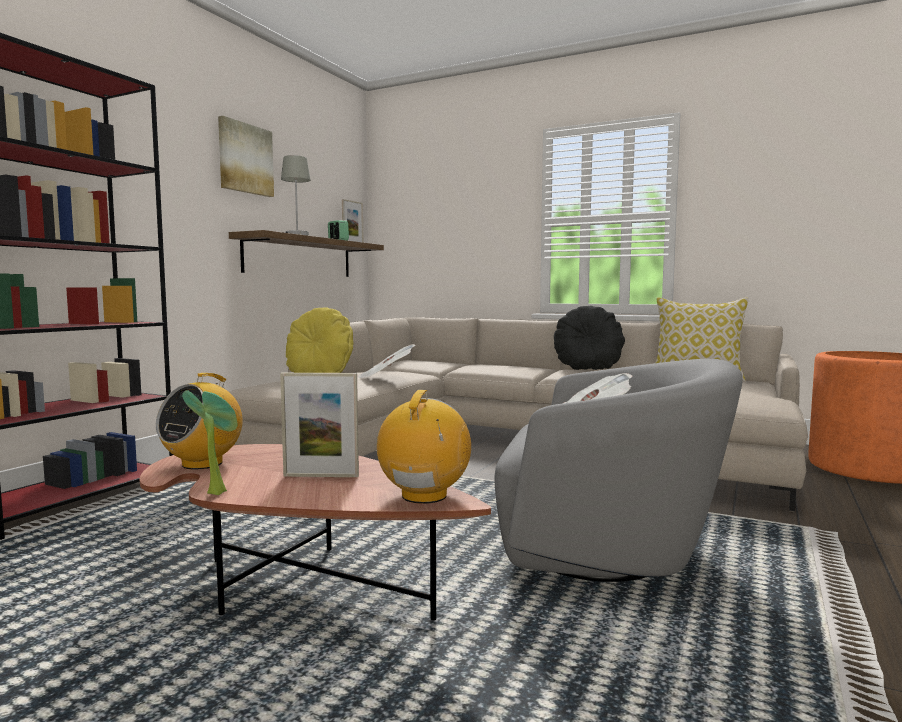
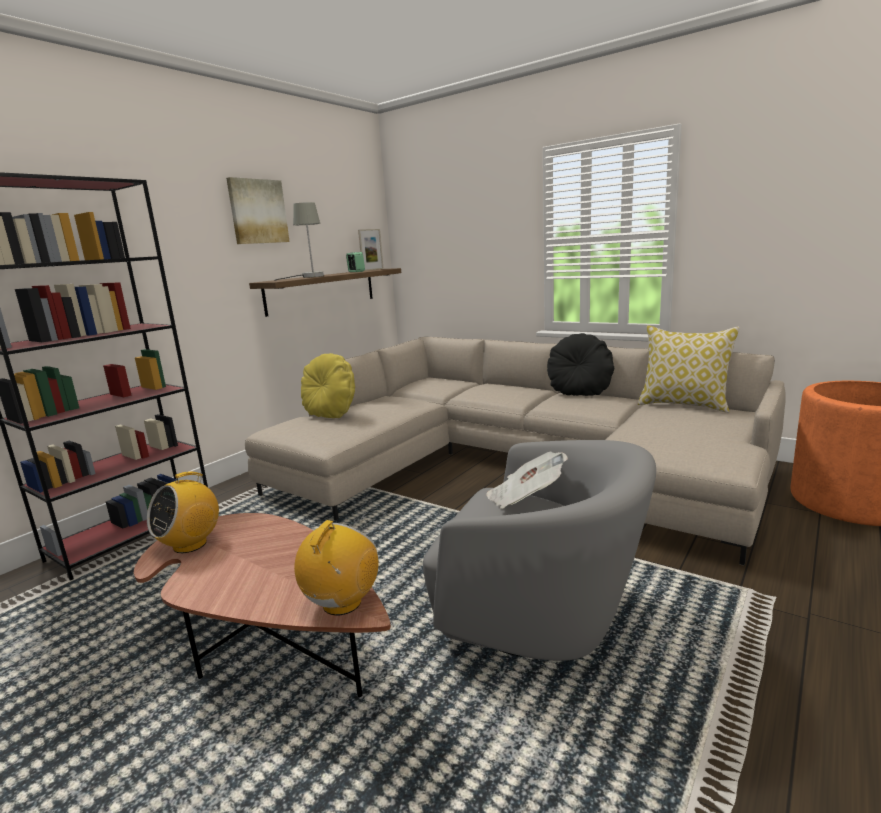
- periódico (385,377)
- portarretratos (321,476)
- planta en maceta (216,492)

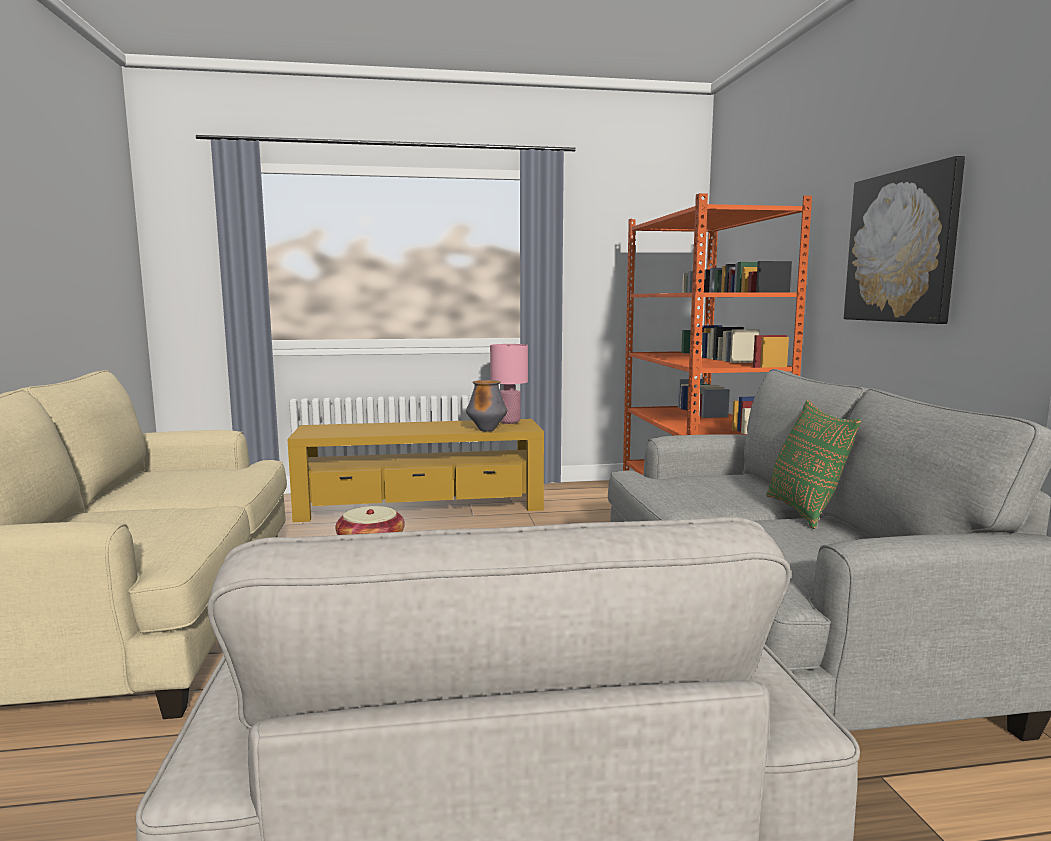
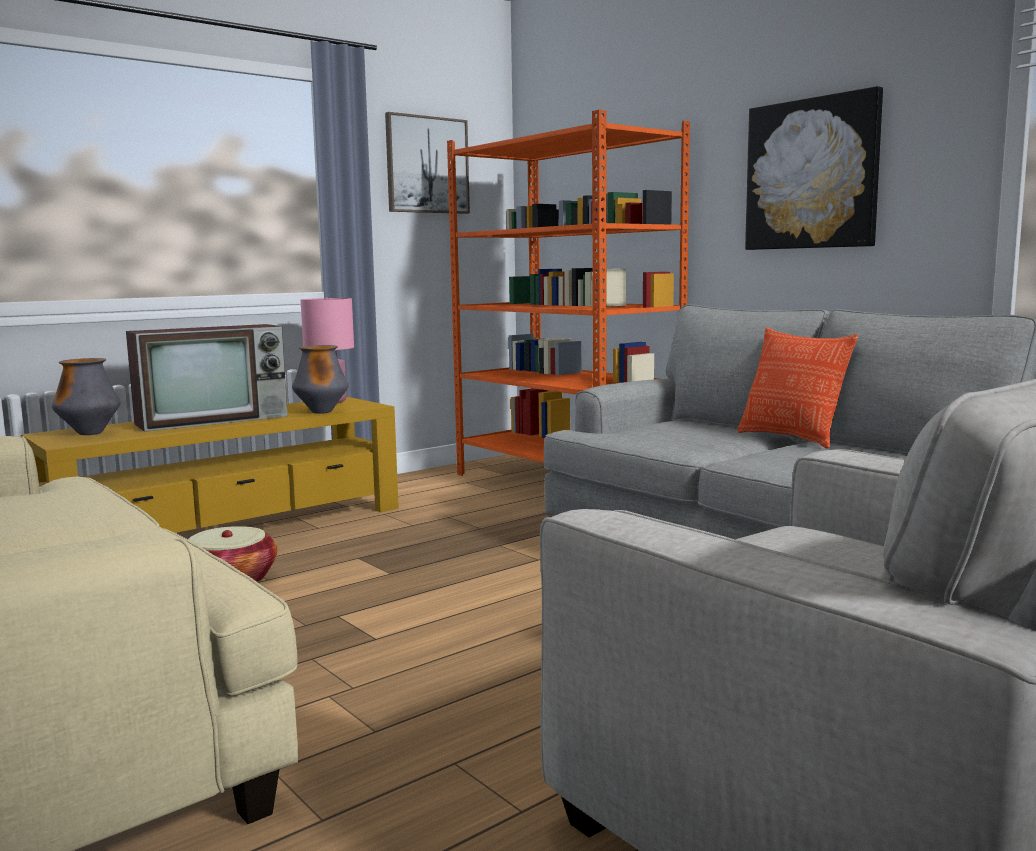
~ cojín/verde (804,512) to cojín/naranja (792,438)
+ cuadro (427,165)
+ televisor (215,420)
+ florero (89,433)

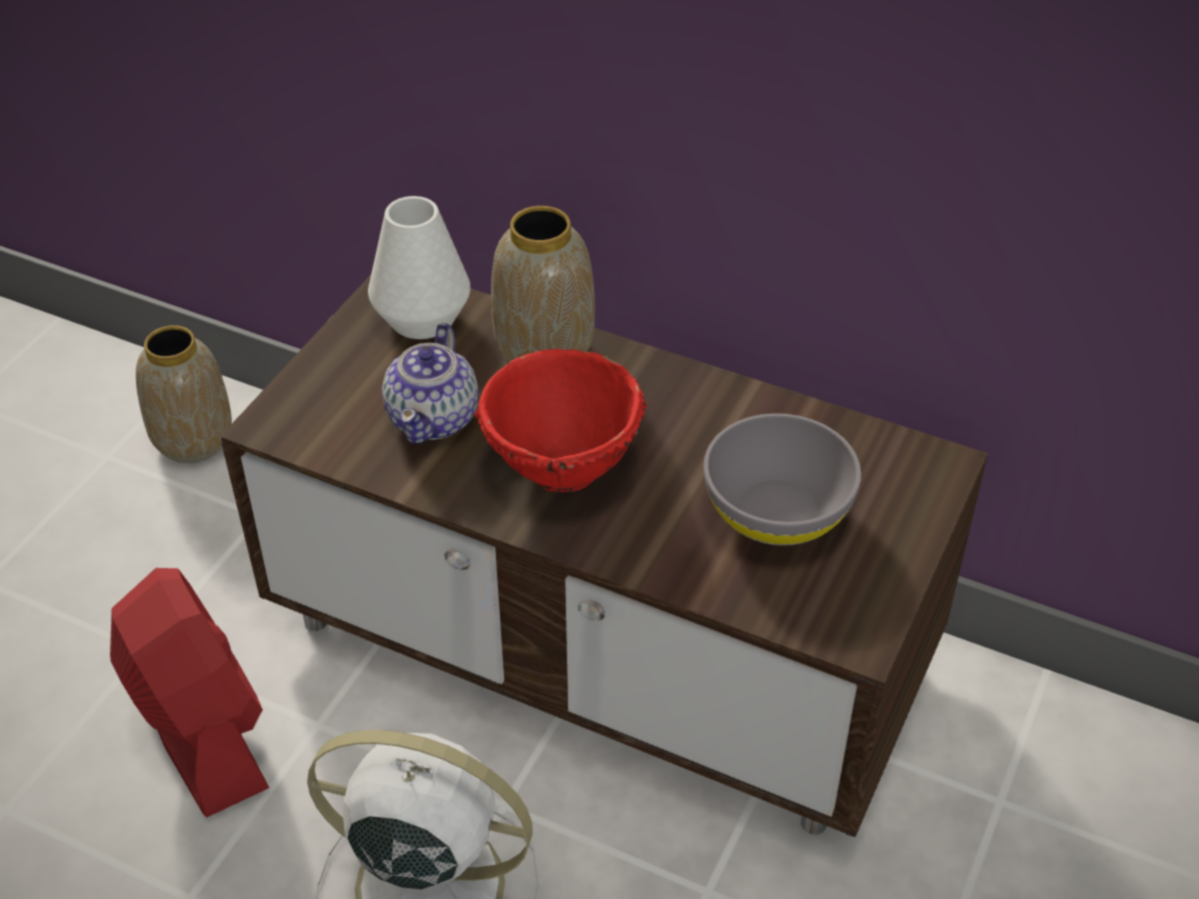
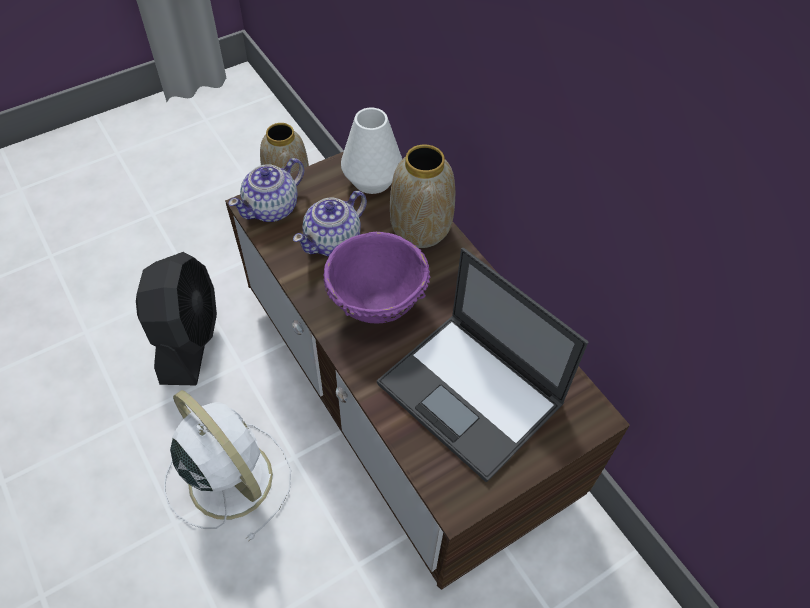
~ cuenco/rojo (561,466) to cuenco/morado (376,304)
~ cuenco/gris (777,511) to portátil (472,395)
~ ventilador/rojo (200,730) to ventilador/negro (188,338)
+ tetera (272,208)

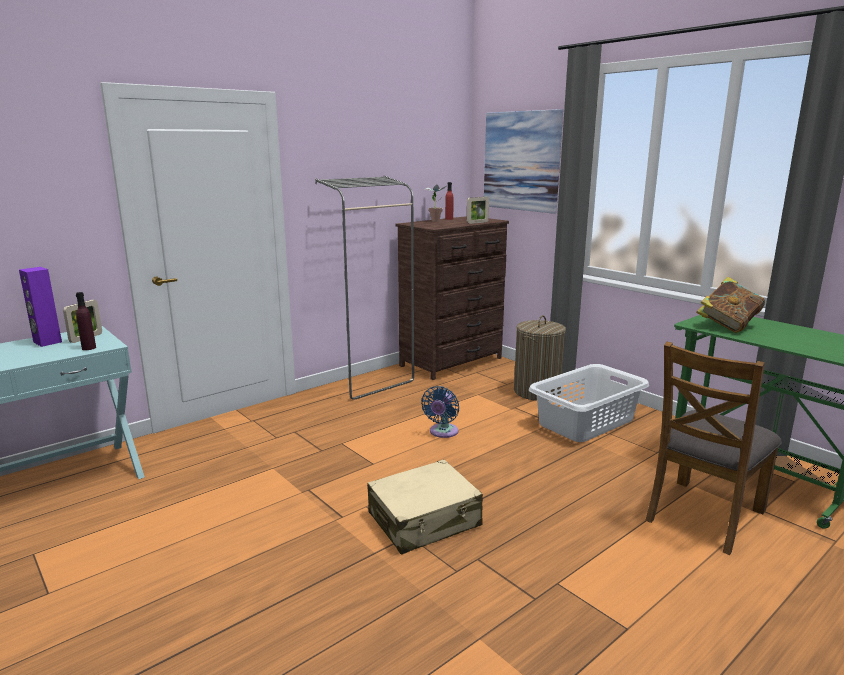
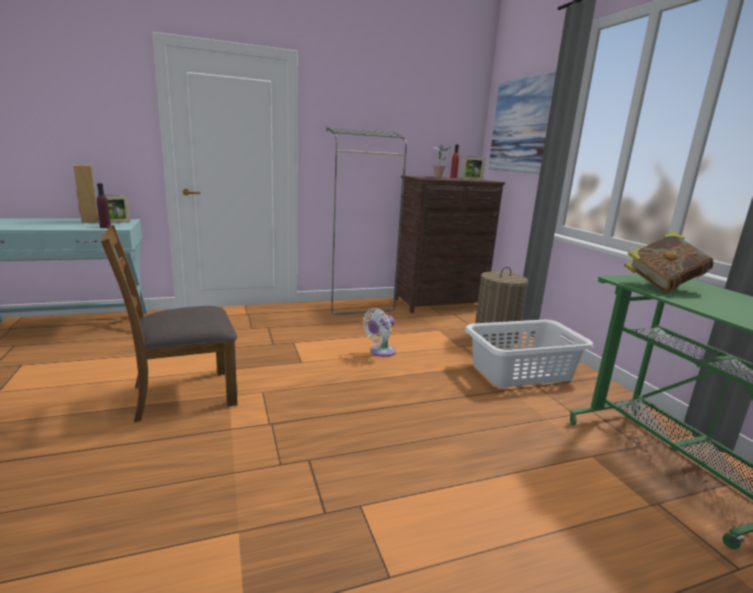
~ altavoz/morado (47,342) to altavoz/marrón (89,221)
~ silla/marrón (703,515) to (183,394)
~ ventilador/azul (442,432) to ventilador/blanco (380,352)
- maleta/beis (424,520)

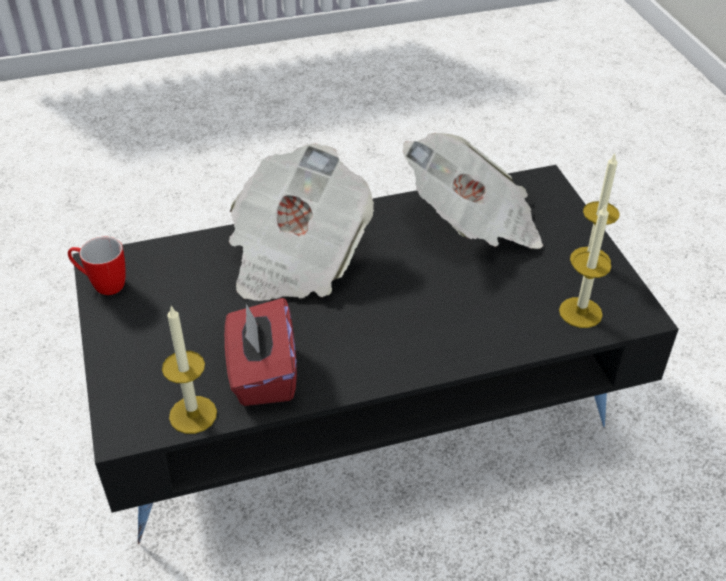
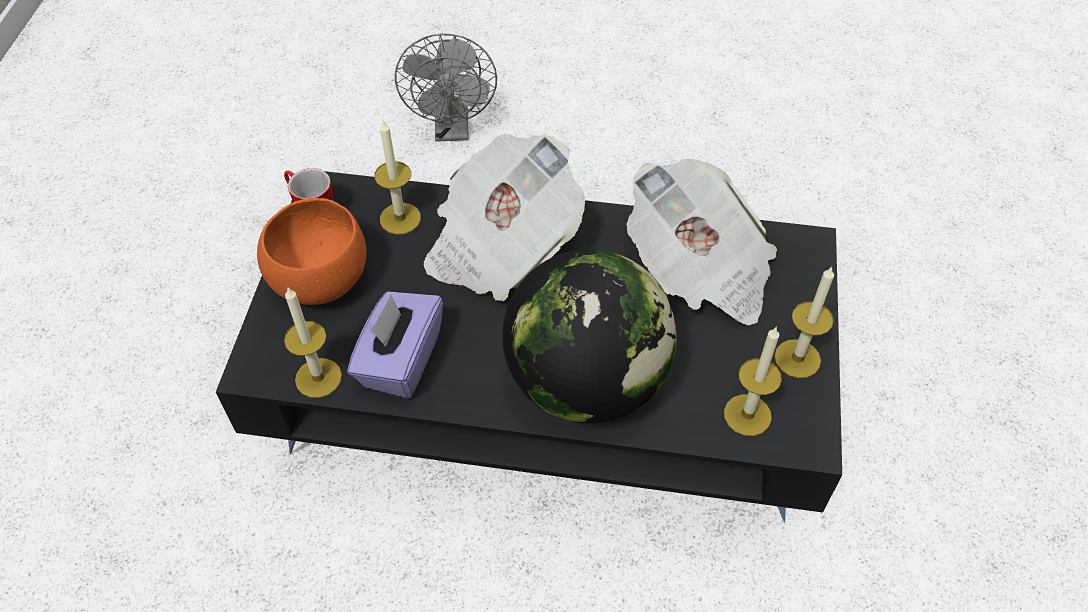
~ caja de pañuelos/rojo (262,374) to caja de pañuelos/morado (400,361)
+ ventilador/gris (453,129)
+ vela (400,218)
+ cuenco/naranja (318,281)
+ globo terráqueo (586,381)

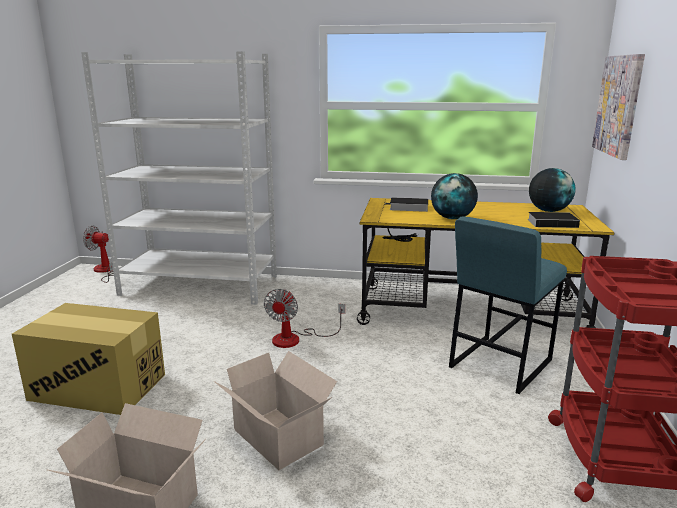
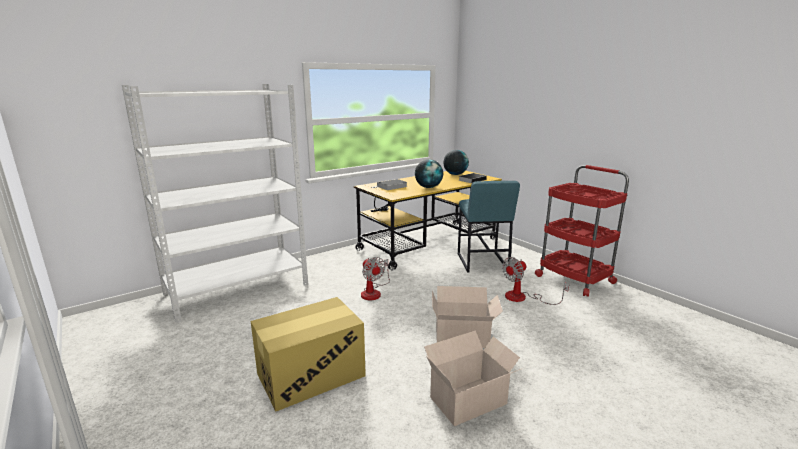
- cuadro (618,105)
~ ventilador (105,271) to (523,298)

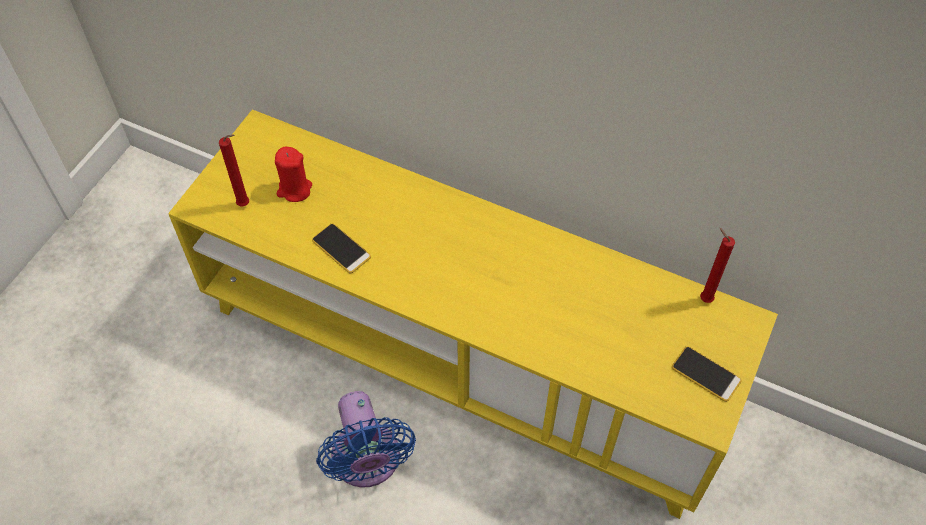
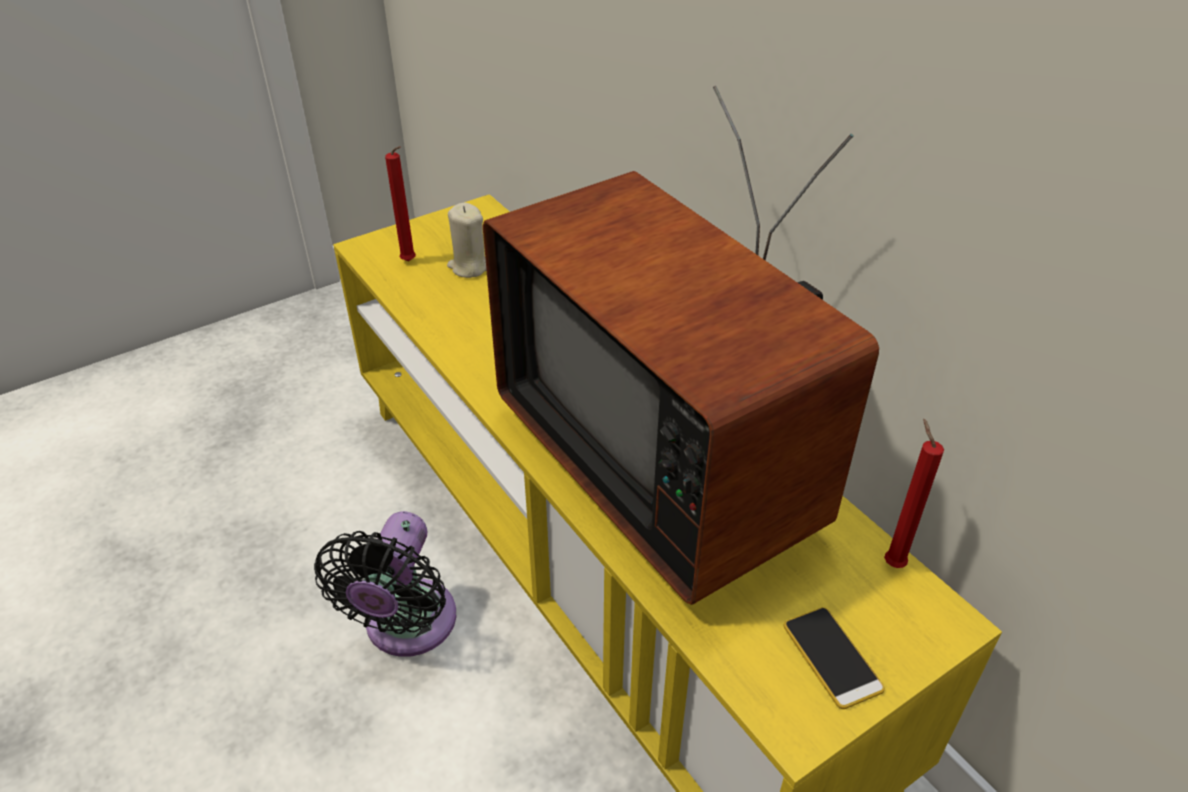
~ vela/rojo (294,189) to vela/beis (469,267)
- móvil (341,248)
~ ventilador/azul (367,462) to ventilador/negro (406,627)
+ televisor (672,457)

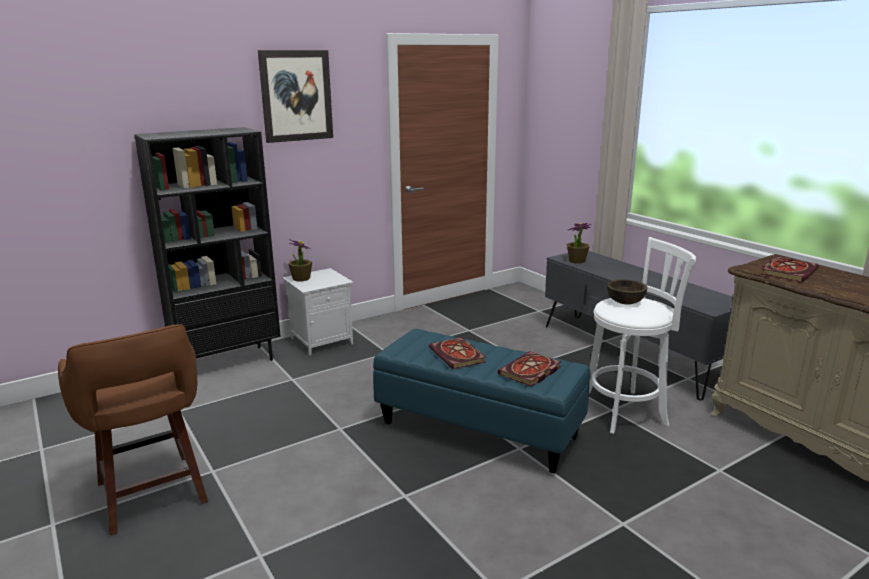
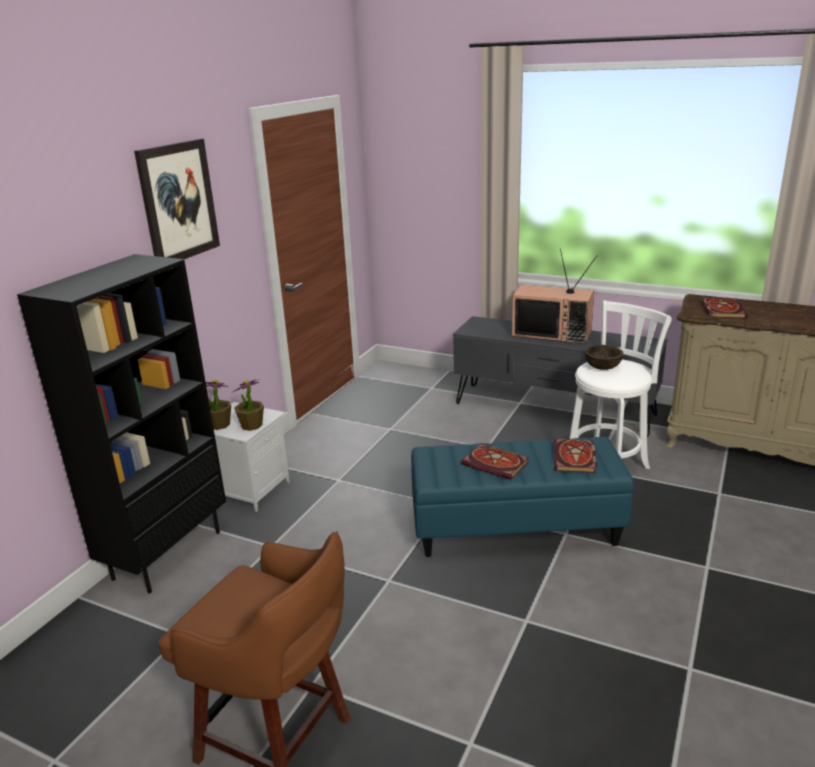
~ planta en maceta (576,261) to (251,425)
+ televisor (553,333)

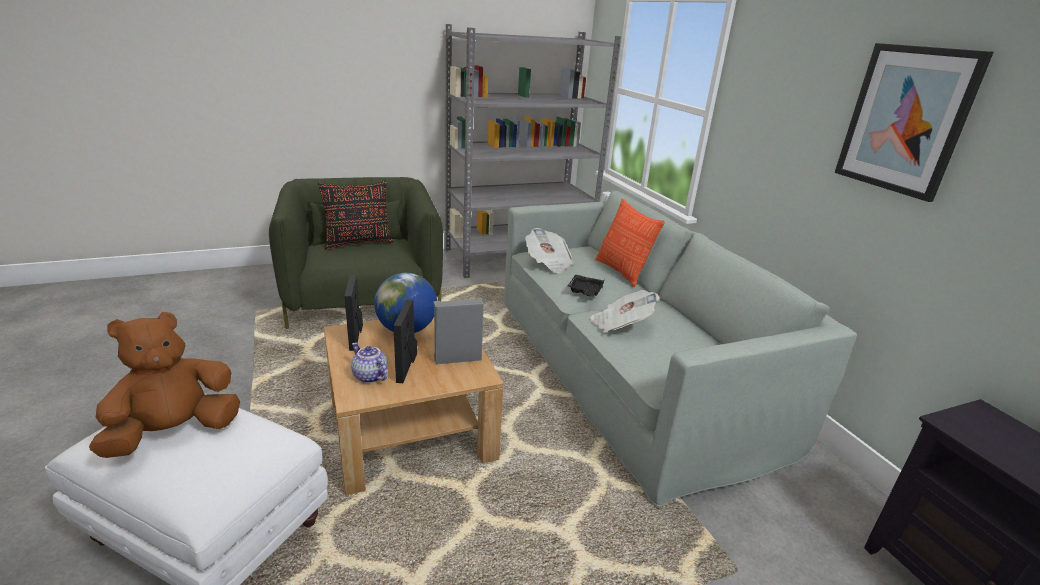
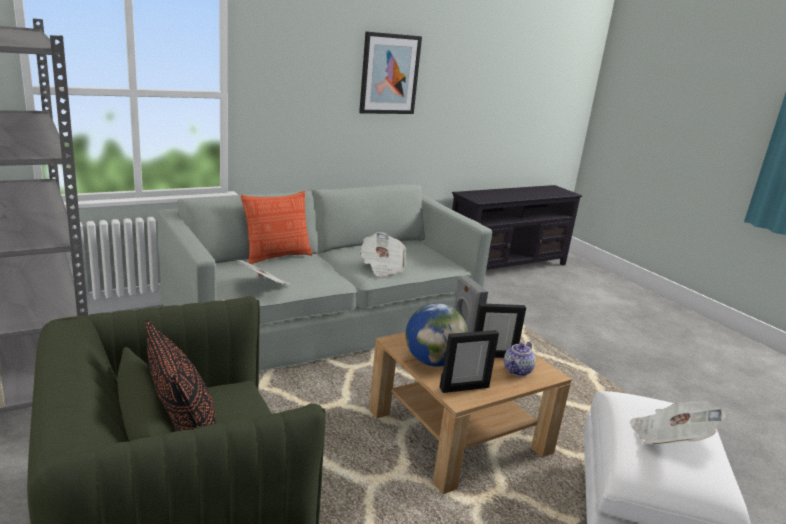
- bandeja/negro (585,291)
~ peluche/marrón (175,432) to periódico (669,439)

